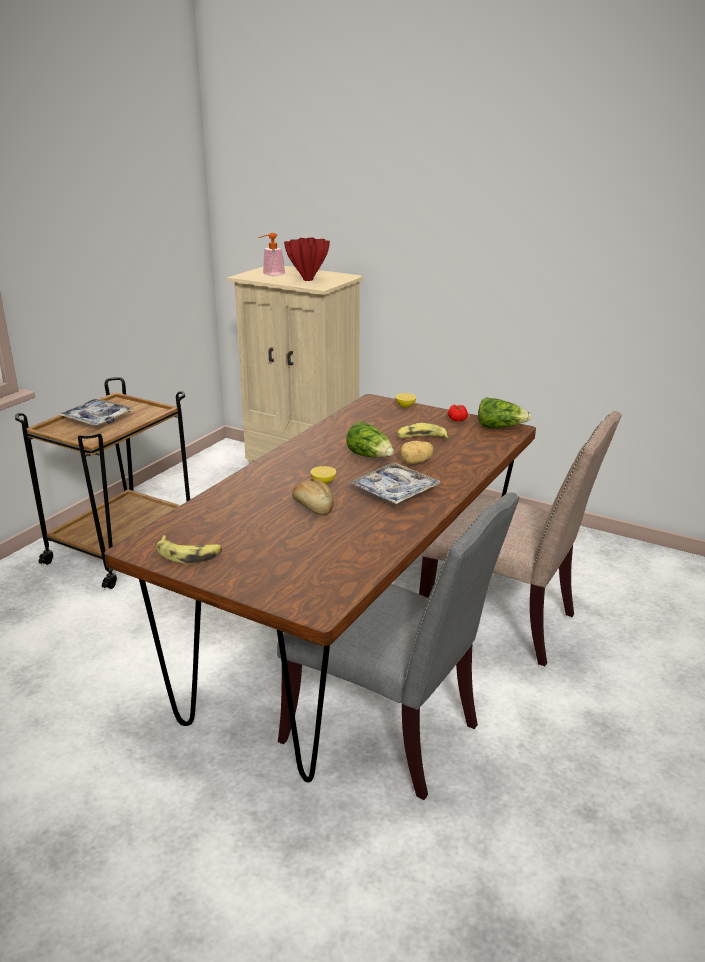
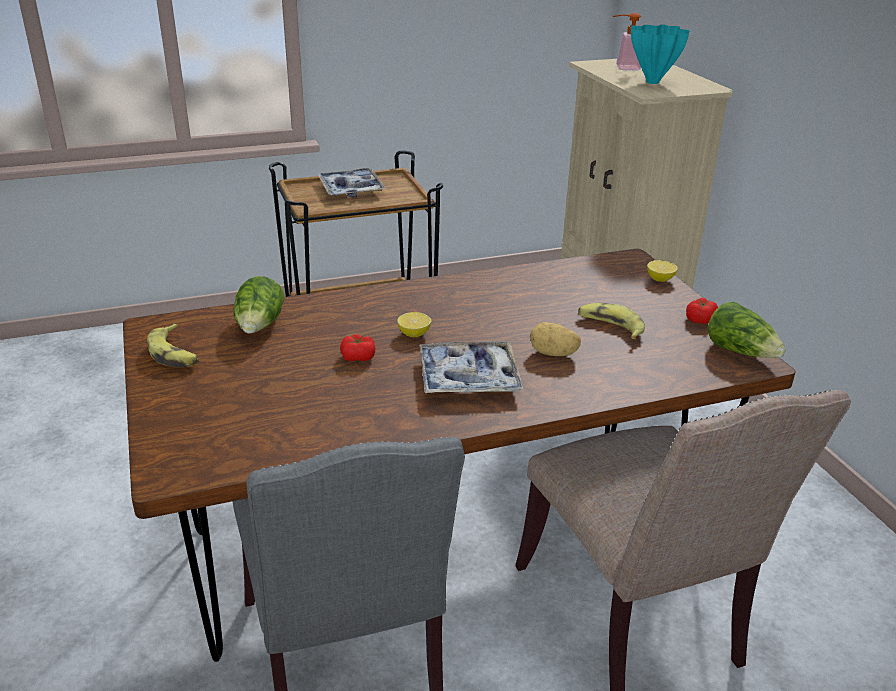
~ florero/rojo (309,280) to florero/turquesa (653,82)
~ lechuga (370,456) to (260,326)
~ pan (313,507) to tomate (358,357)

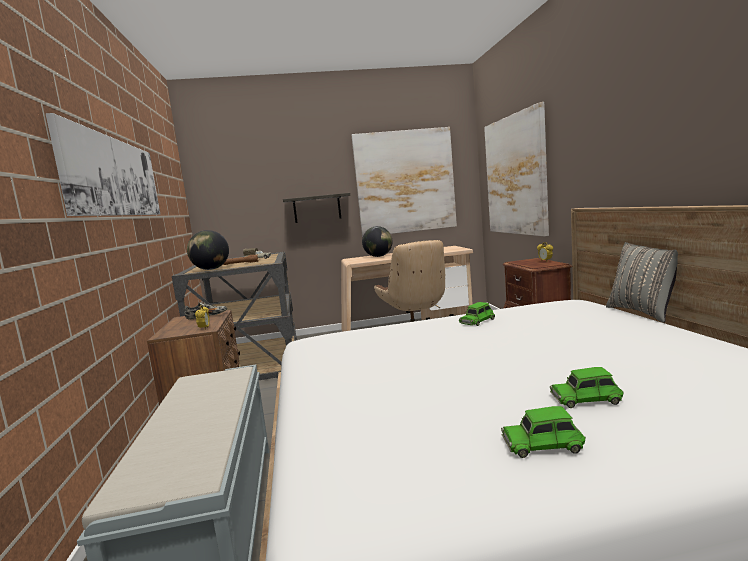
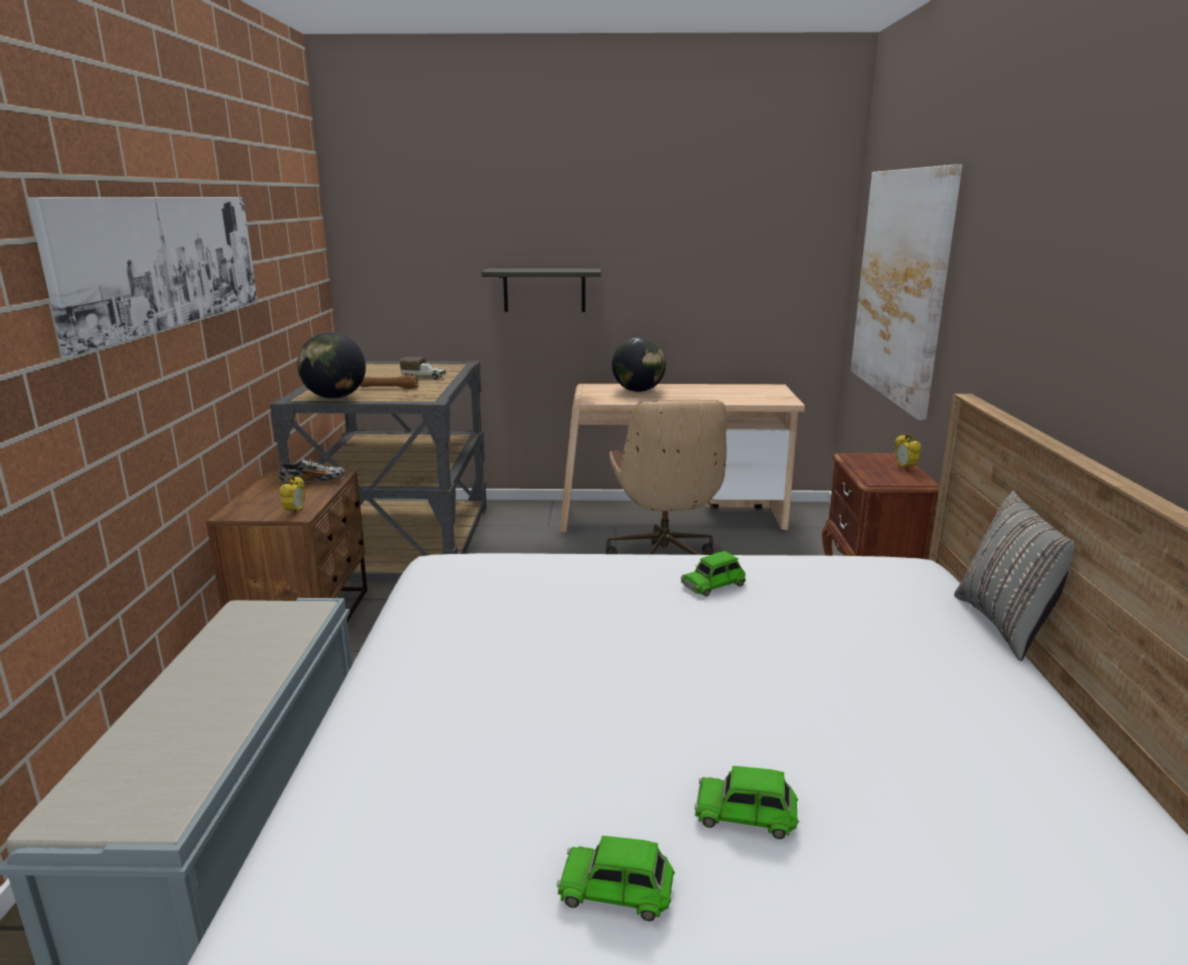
- cuadro (405,182)

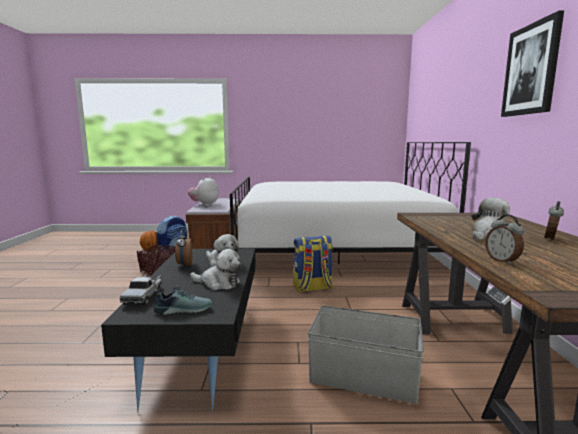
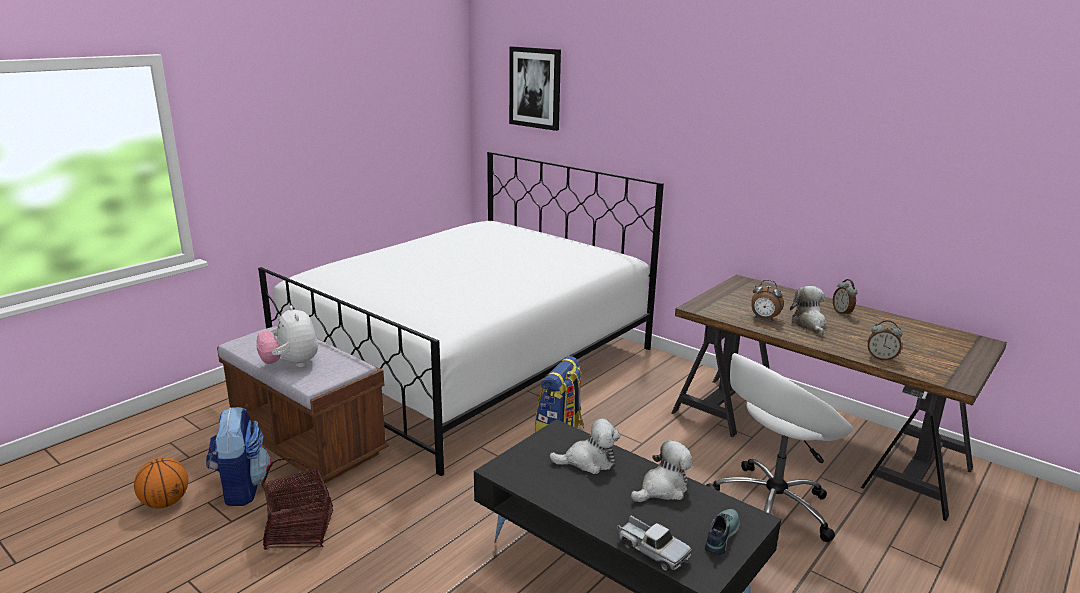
~ cuadro (531,69) to (535,88)
~ despertador (184,265) to (764,319)
~ caja de almacenaje/gris (363,376) to silla de oficina/blanco (769,507)

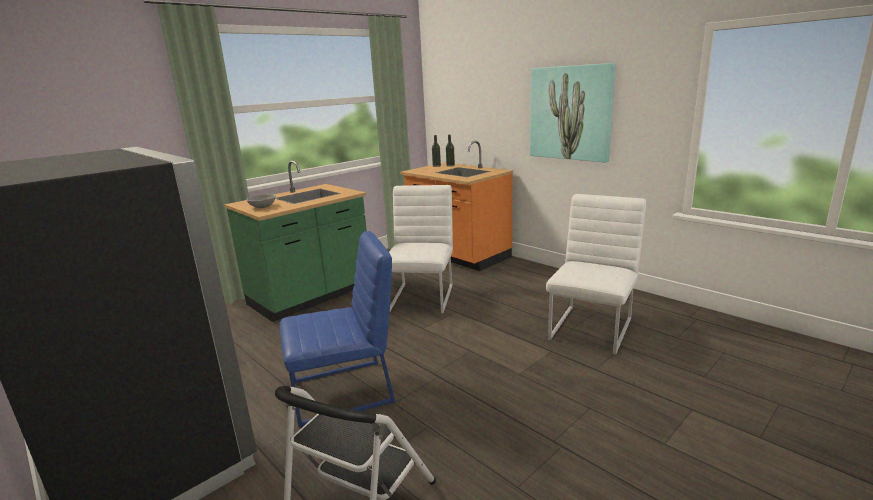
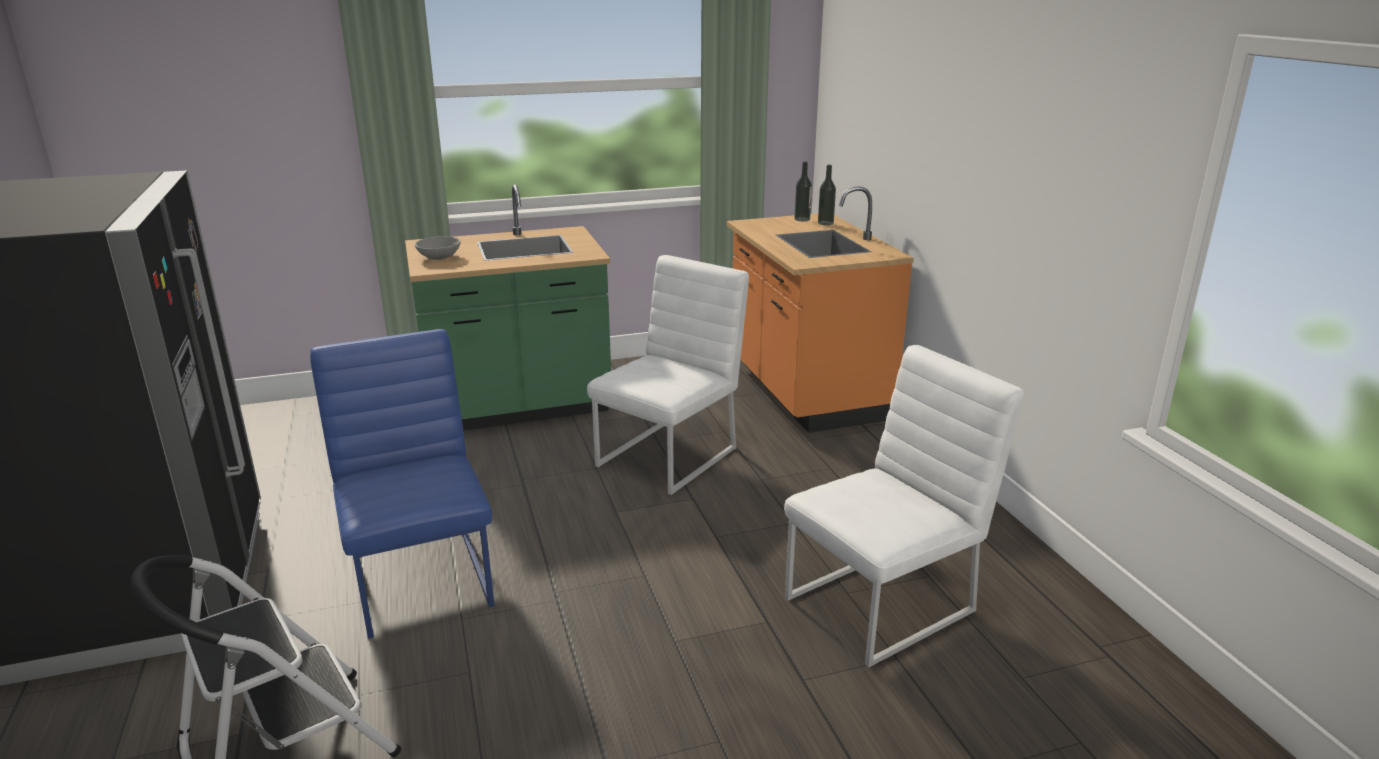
- cuadro (570,113)
~ silla/azul (345,391) = (421,576) 120 degrees counterclockwise

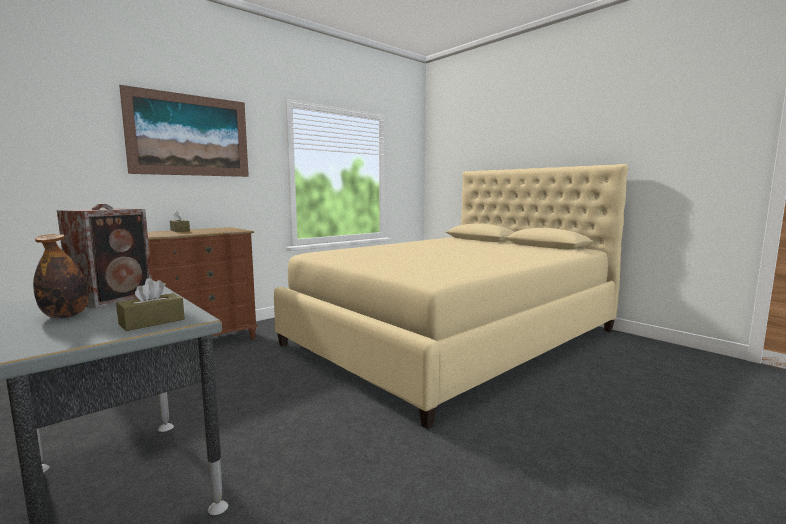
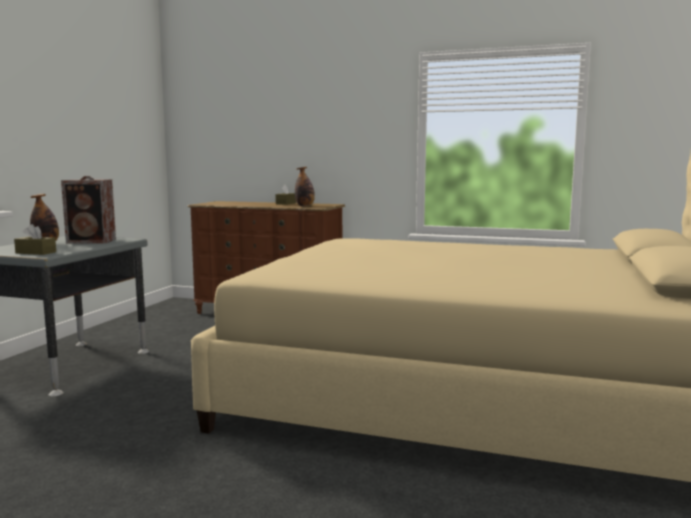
- cuadro (190,135)
+ botella (305,206)

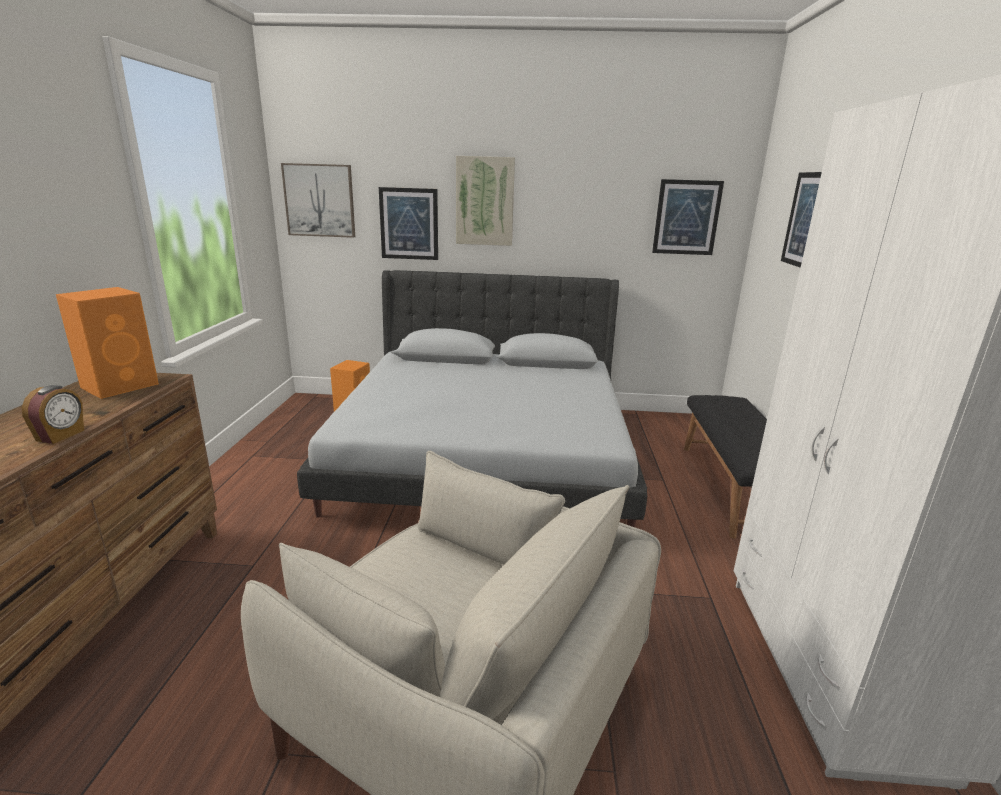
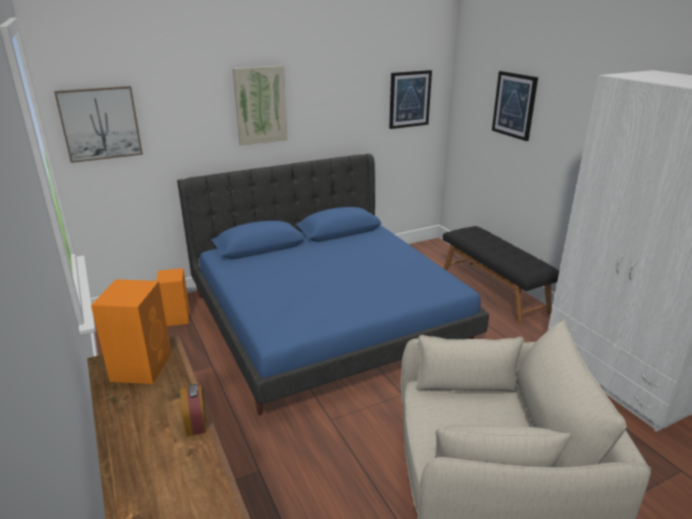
- cuadro (409,224)
~ cama/gris (486,456) to cama/azul (326,319)

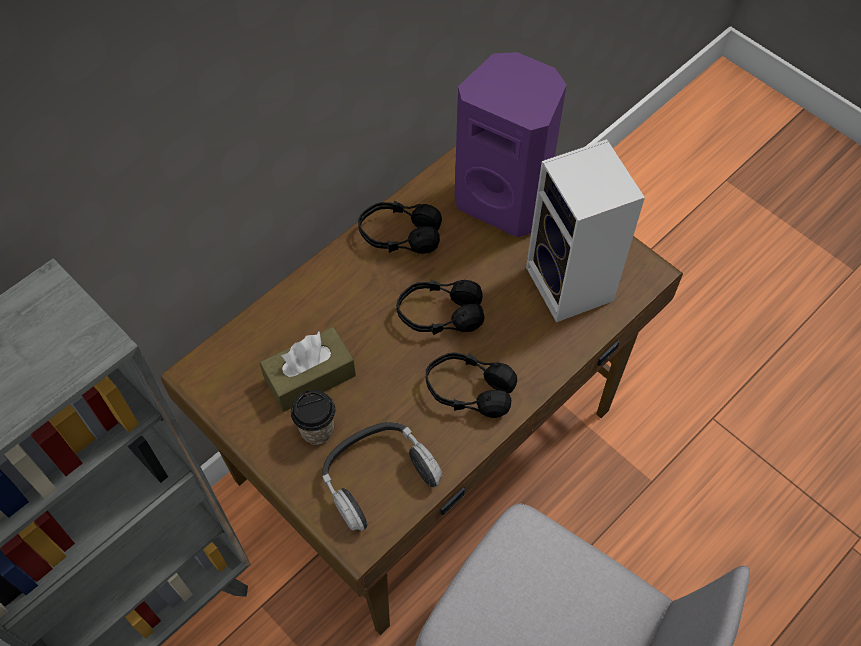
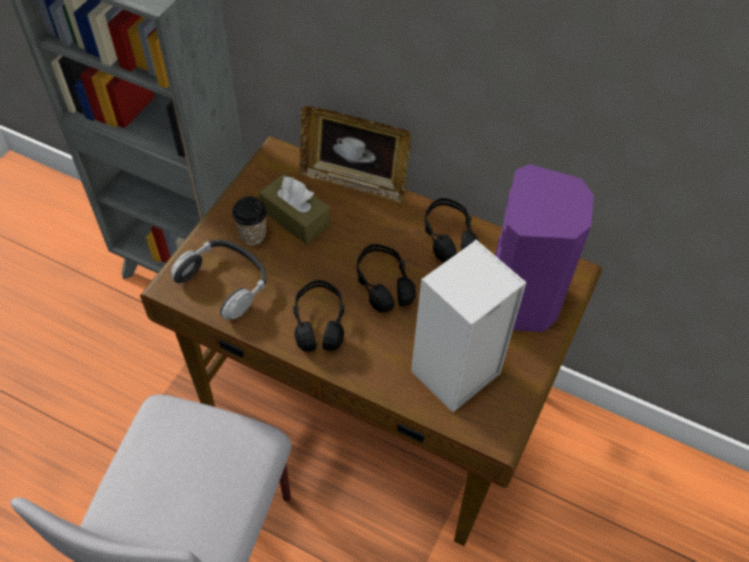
+ portarretratos (354,181)

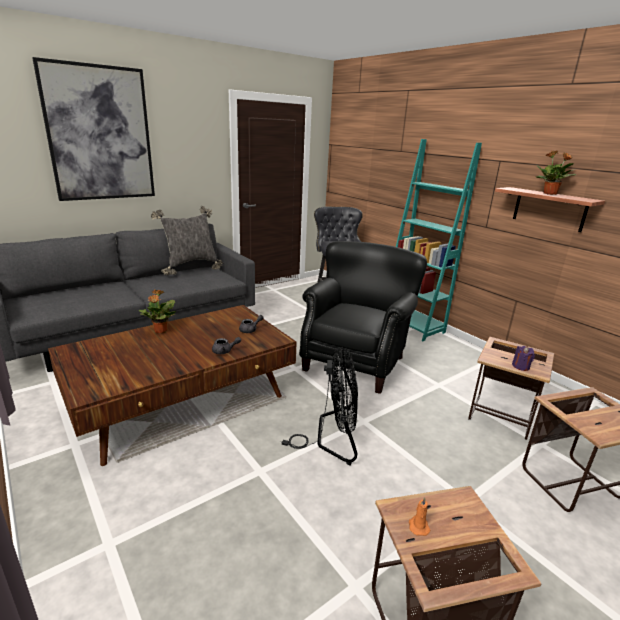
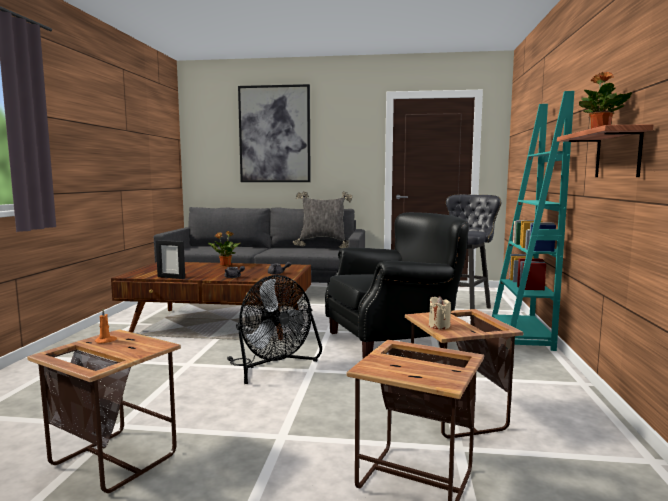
~ vela/morado (520,366) to vela/beis (439,326)
+ portarretratos (171,277)

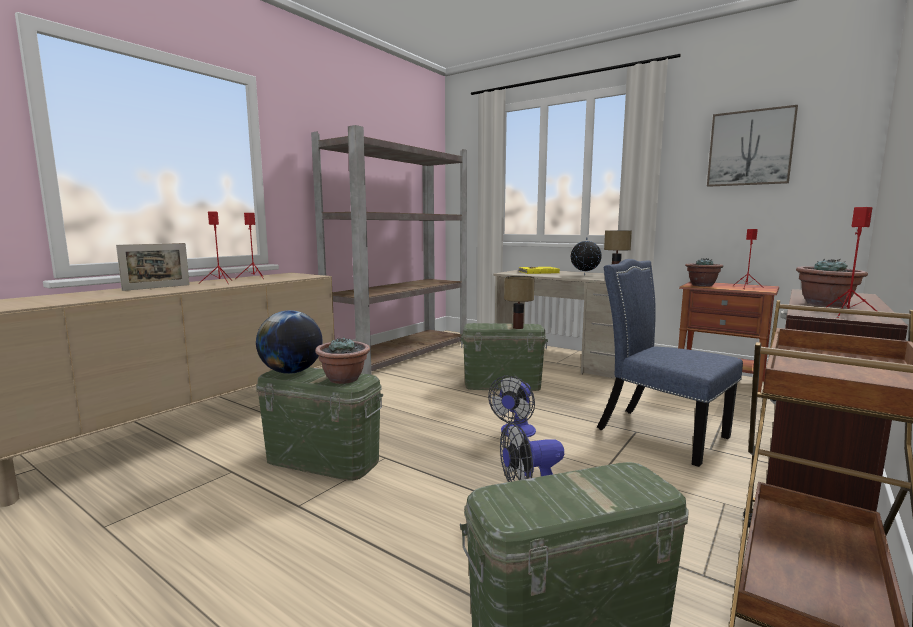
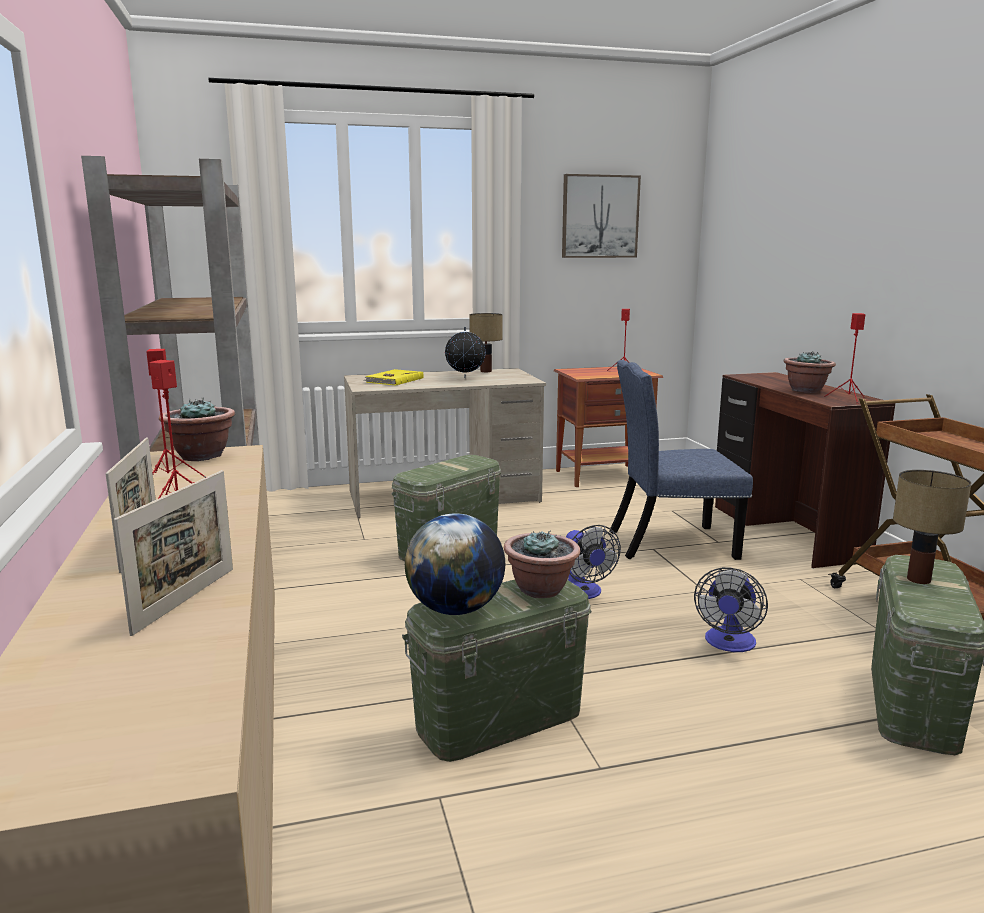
~ planta en maceta (702,285) to (201,456)
~ lámpara de mesa (517,327) to (917,580)
+ portarretratos (186,599)

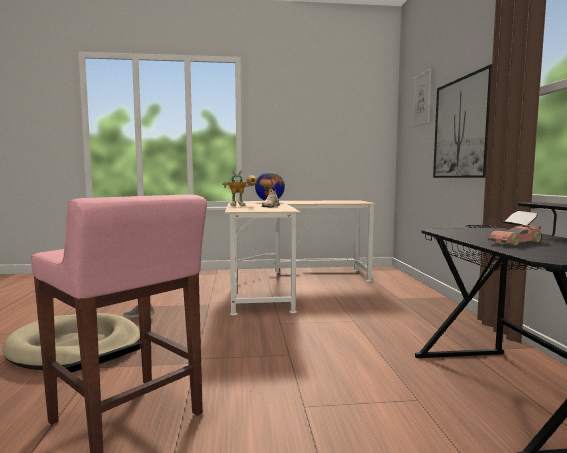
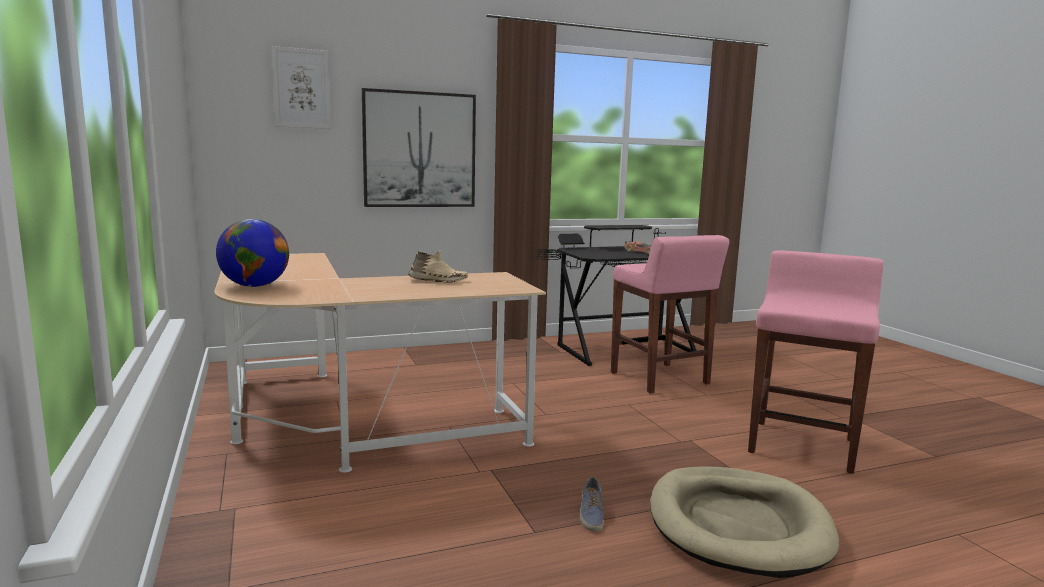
- robot de juguete (243,205)
+ taburete/rosa (660,379)

